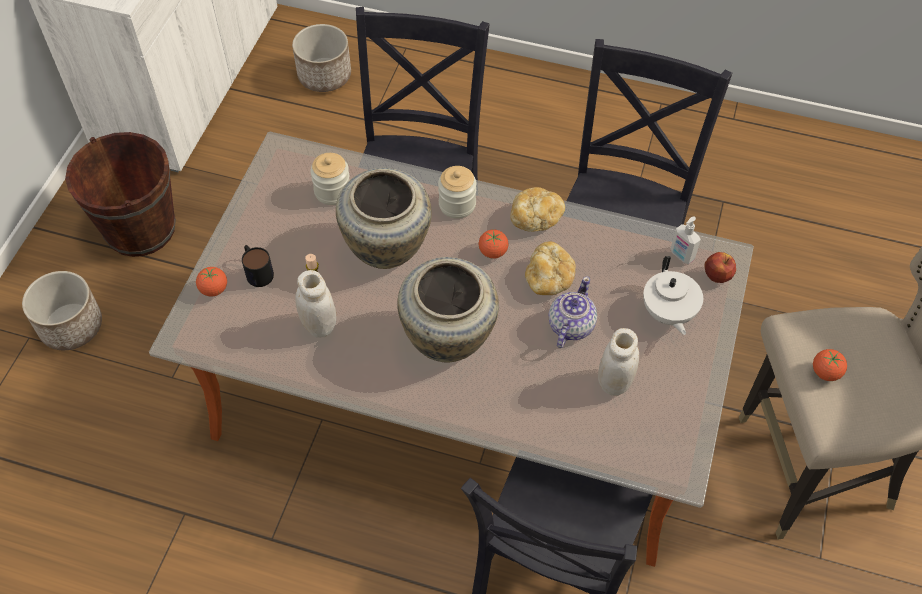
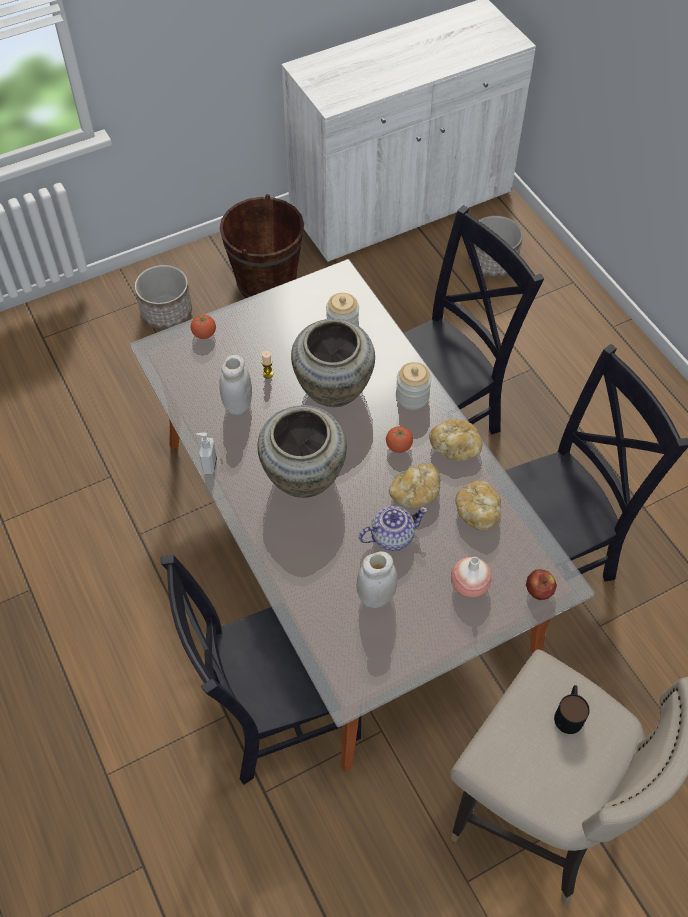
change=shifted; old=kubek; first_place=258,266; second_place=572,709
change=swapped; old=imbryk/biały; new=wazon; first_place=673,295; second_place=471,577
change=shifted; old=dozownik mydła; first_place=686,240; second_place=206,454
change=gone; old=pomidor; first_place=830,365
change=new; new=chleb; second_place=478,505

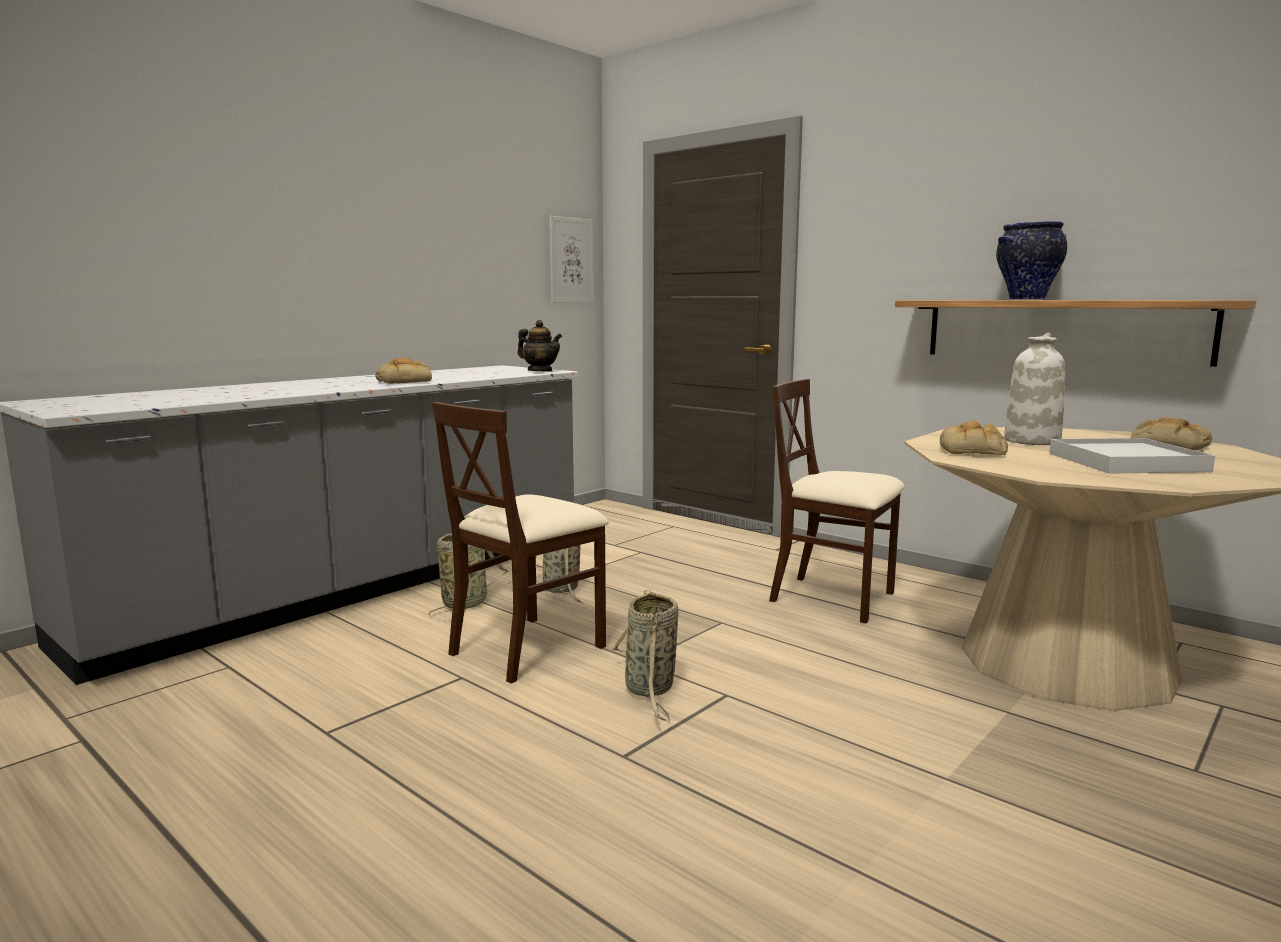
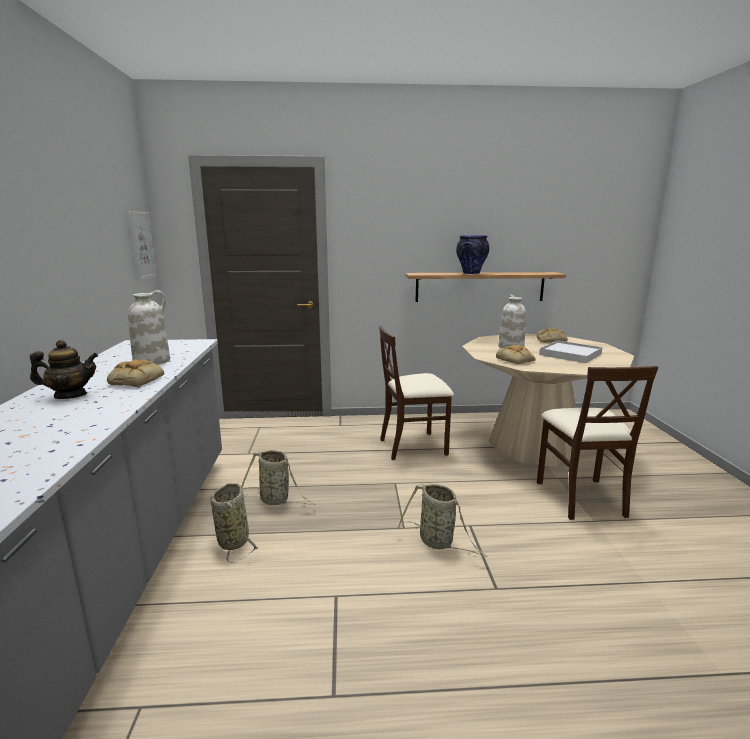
change=shifted; old=krzesło/beżowy; first_place=520,542; second_place=597,443
change=shifted; old=imbryk; first_place=540,346; second_place=64,369
change=new; new=wazon/biały; second_place=149,327

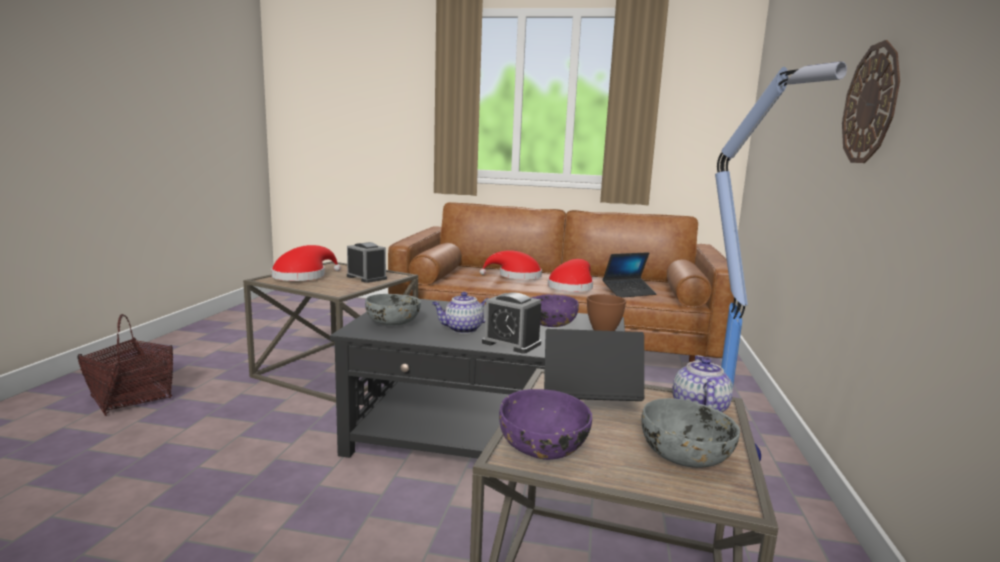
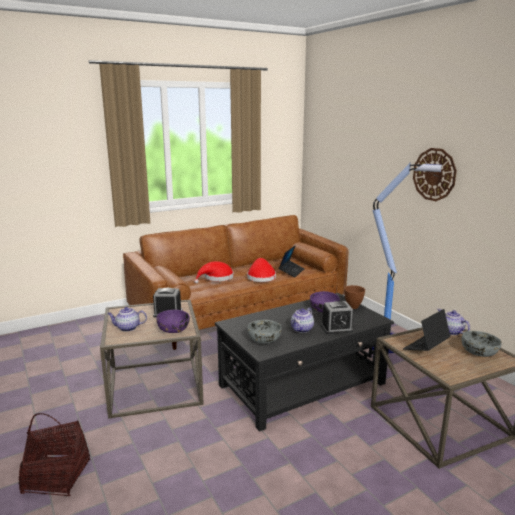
change=swapped; old=kapelusz/czerwony; new=imbryk; first_place=306,263; second_place=127,319
change=shifted; old=miska/fioletowy; first_place=545,424; second_place=173,321

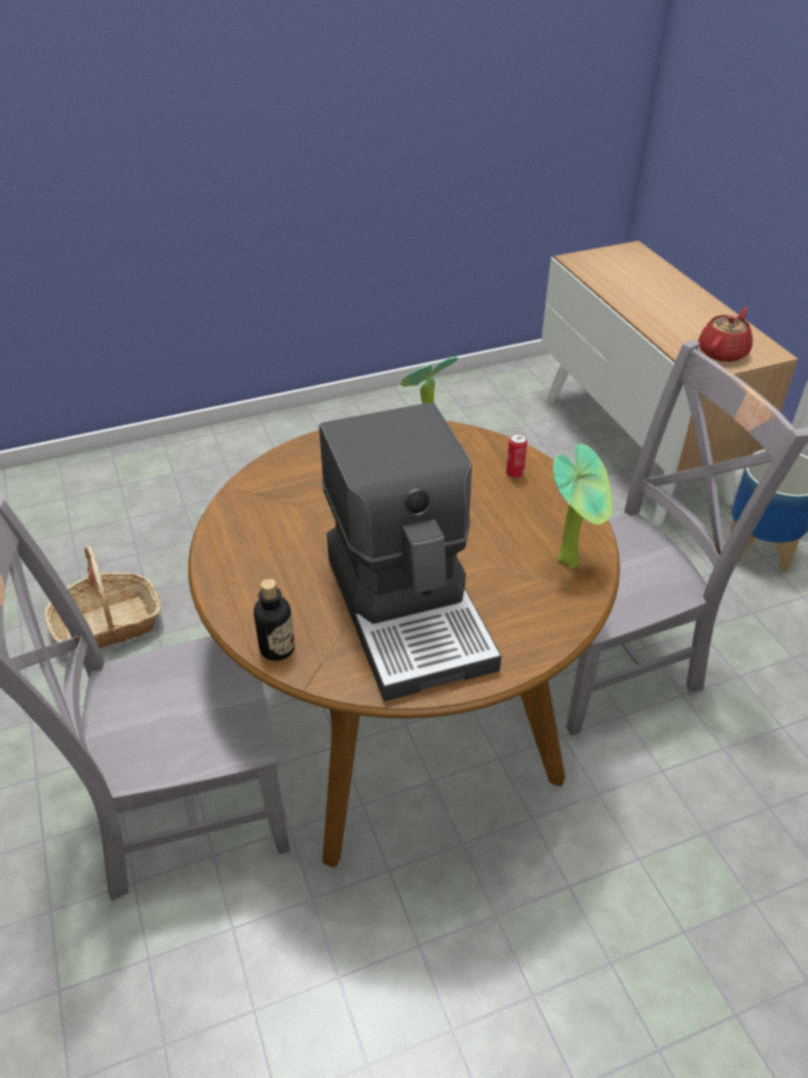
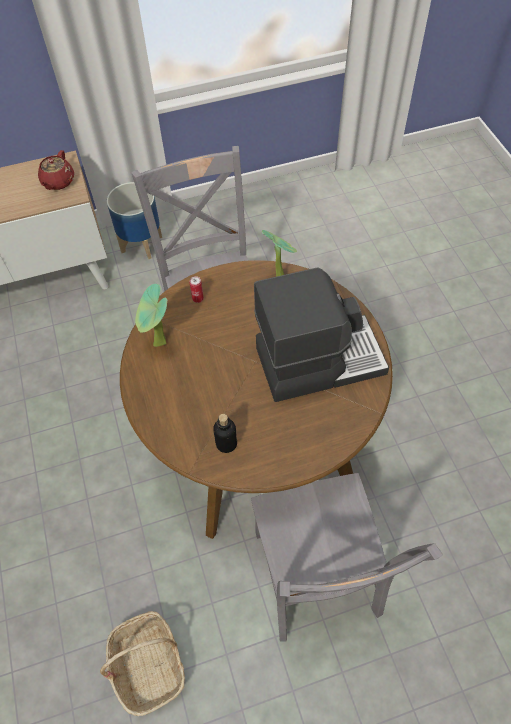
change=shifted; old=butelka; first_place=274,620; second_place=225,433
change=rotated; old=imbryk/czerwony; first_place=725,334; second_place=56,170; degrees=-120

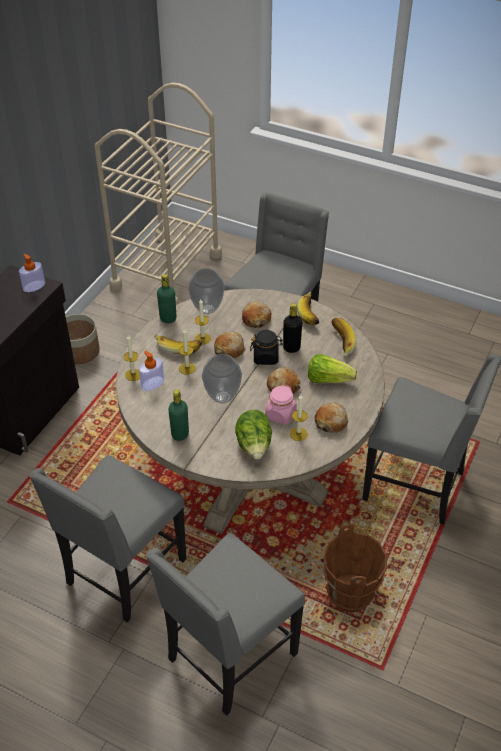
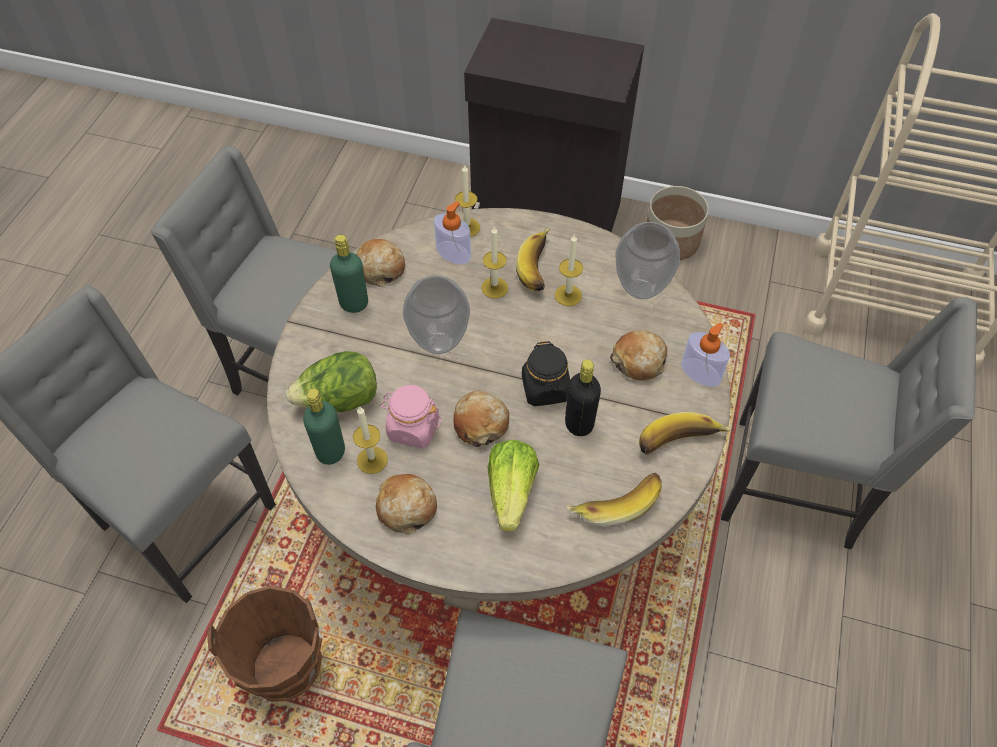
change=shifted; old=dozownik mydła; first_place=32,273; second_place=705,355
change=shifted; old=butelka/zielony; first_place=166,298; second_place=324,426
change=shifted; old=chleb; first_place=230,344; second_place=380,263

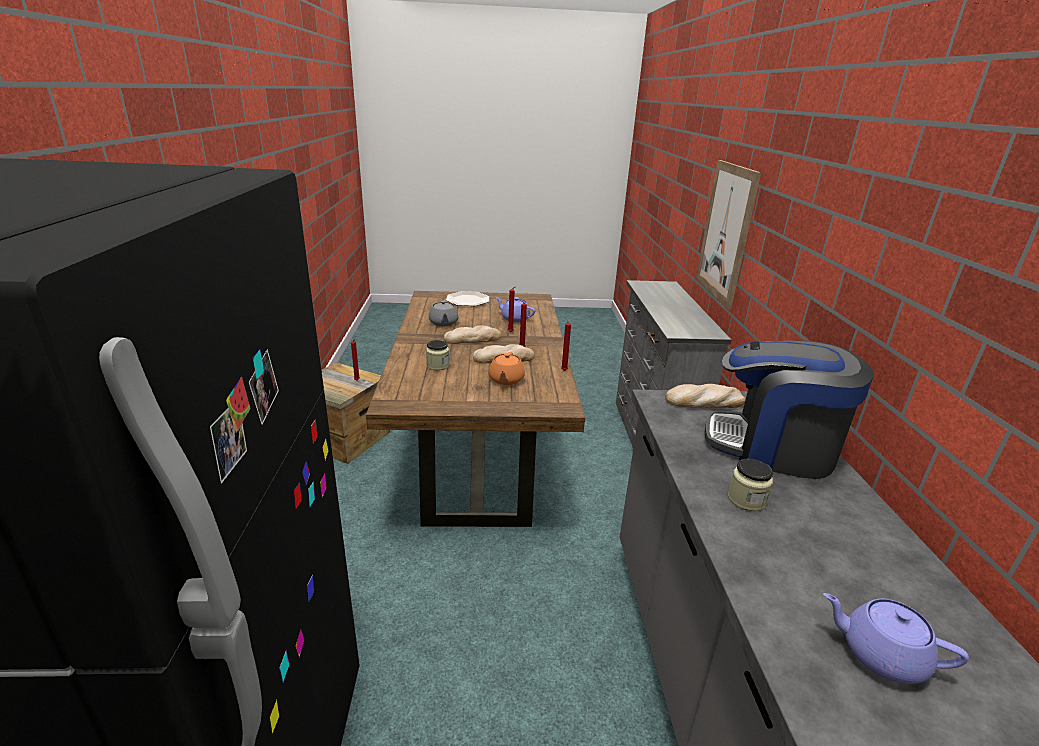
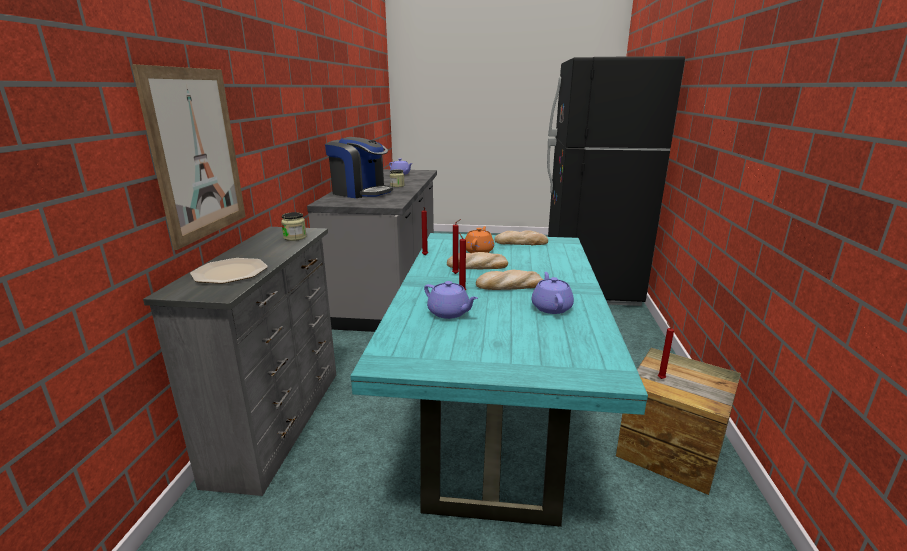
change=repainted; old=stół jadalny/brązowy; new=stół jadalny/turkusowy; first_place=475,409; second_place=499,380
change=shifted; old=słoik; first_place=437,355; second_place=294,226
change=repainted; old=imbryk/szary; new=imbryk/fioletowy; first_place=443,313; second_place=552,293
change=shifted; old=talerz; first_place=467,298; second_place=229,271
change=shifted; old=chleb; first_place=705,396; second_place=521,237

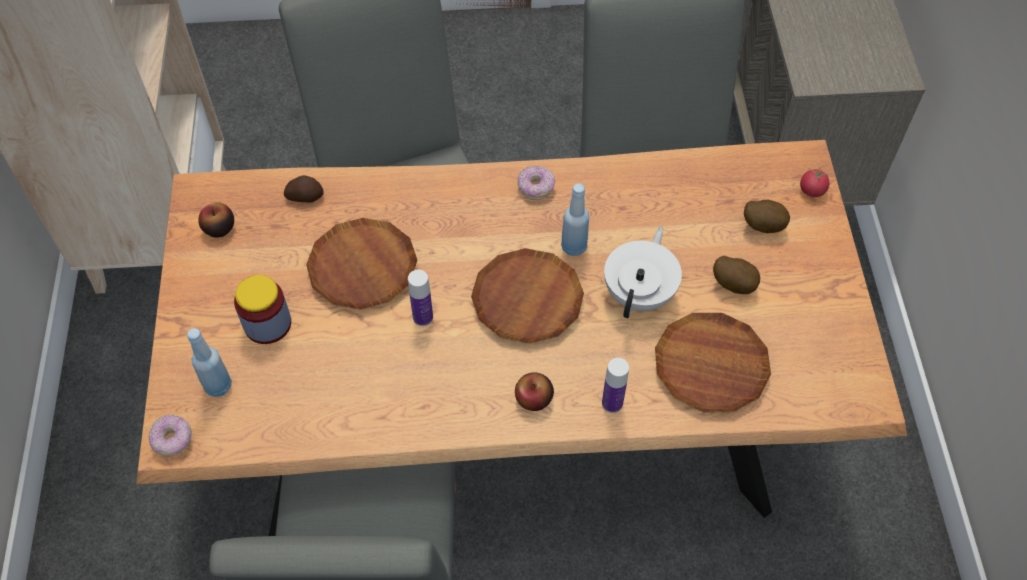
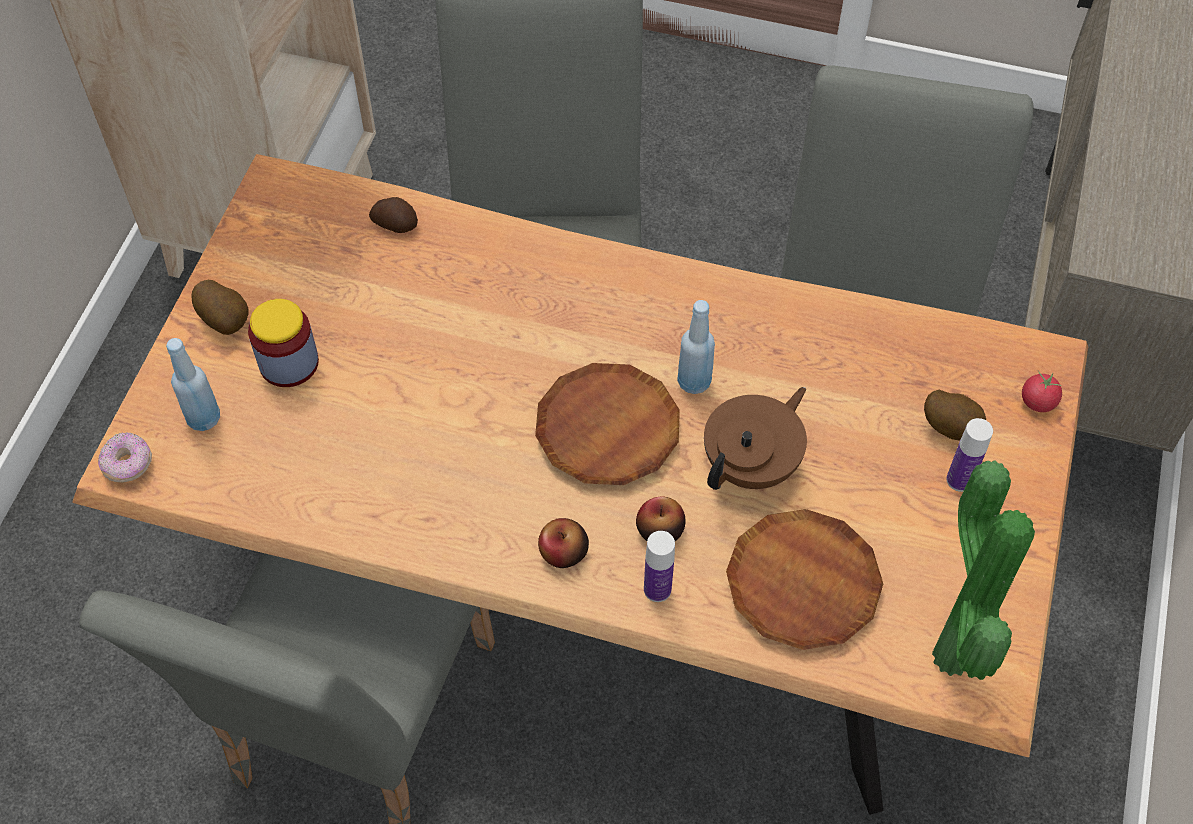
change=shifted; old=jabłko; first_place=216,220; second_place=661,519
change=gone; old=talerz/brązowy; first_place=361,264
change=shifted; old=butelka; first_place=420,298; second_place=969,455
change=gone; old=donut; first_place=536,183
change=repainted; old=imbryk/biały; new=imbryk/brązowy; first_place=643,272; second_place=755,438
change=shifted; old=ziemniak; first_place=736,275; second_place=220,307
change=new; new=roślina doniczkowa; second_place=983,570

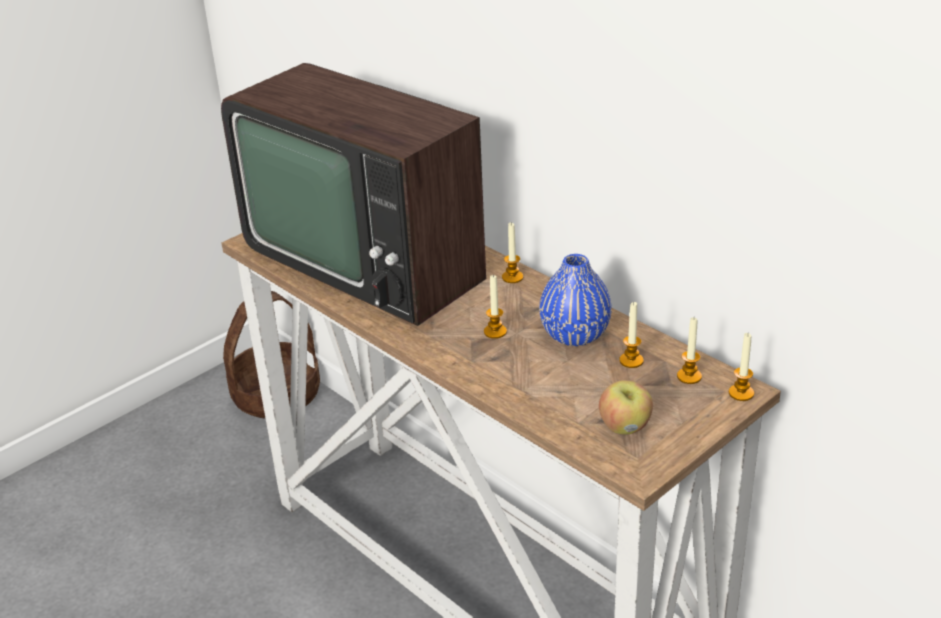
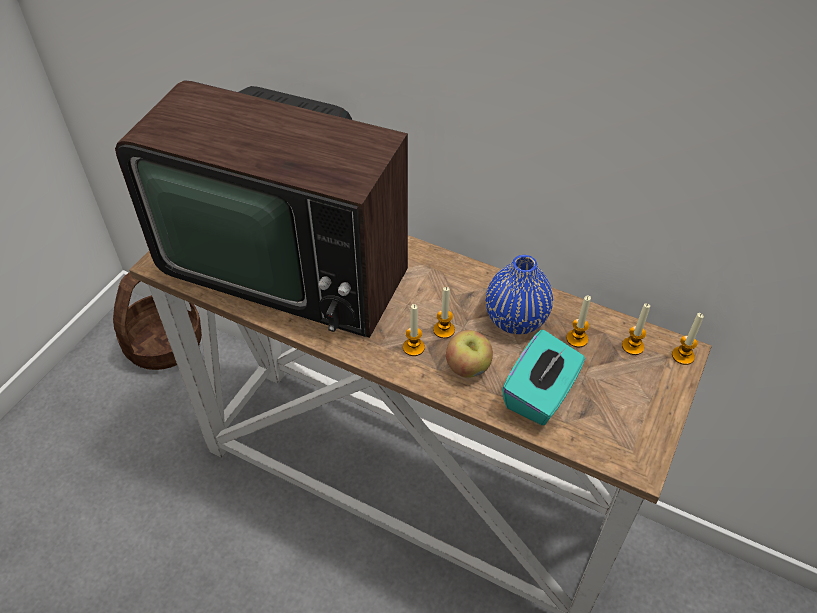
change=shifted; old=świeca; first_place=512,252; second_place=414,330
change=shifted; old=jabłko; first_place=626,407; second_place=469,354
change=new; new=pudełko chusteczek/turkusowy; second_place=543,377

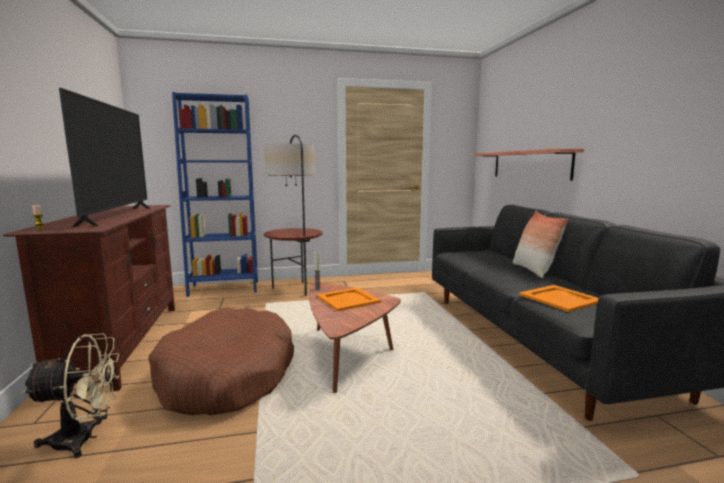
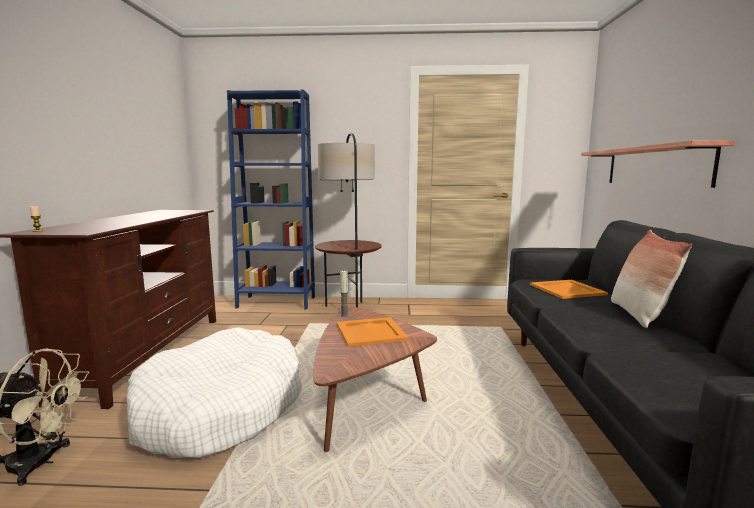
change=gone; old=telewizor; first_place=105,157
change=repainted; old=legowisko/brązowy; new=legowisko/biały; first_place=221,361; second_place=214,392
change=shifted; old=taca/pomarańczowy; first_place=558,298; second_place=569,289

